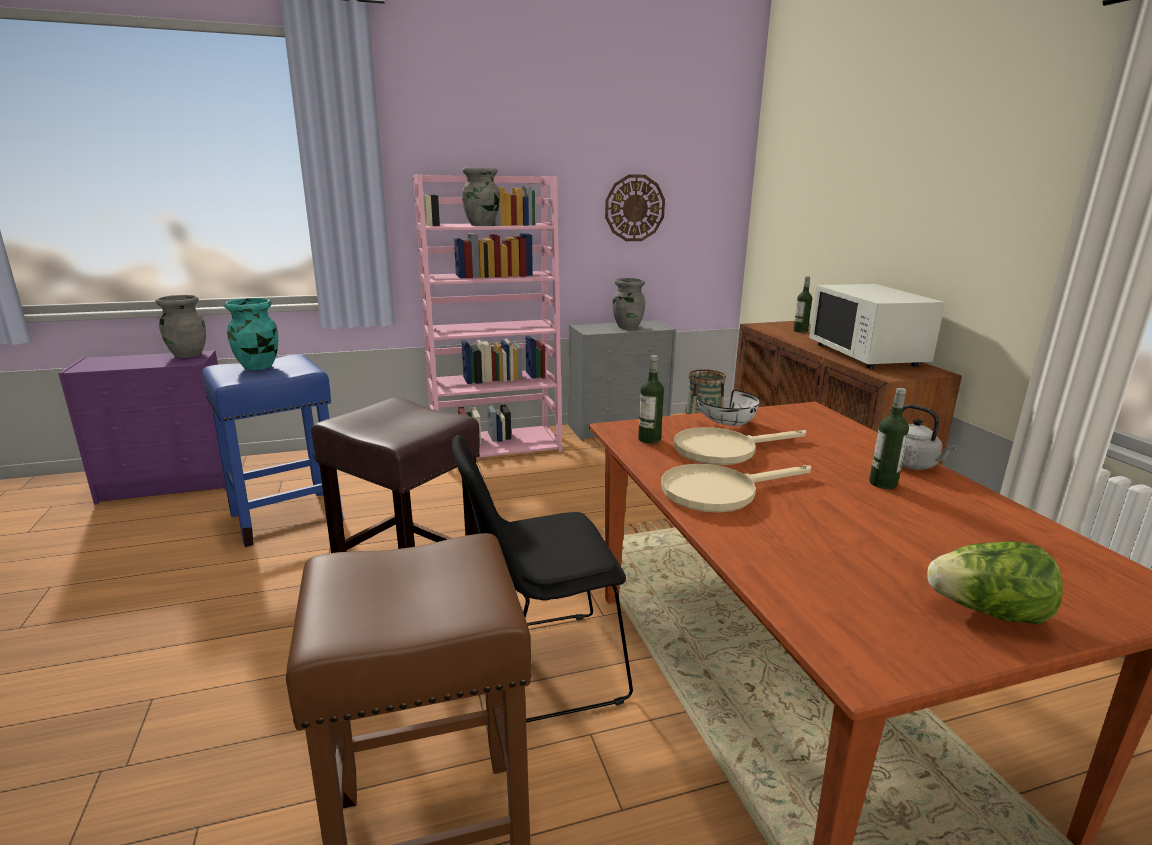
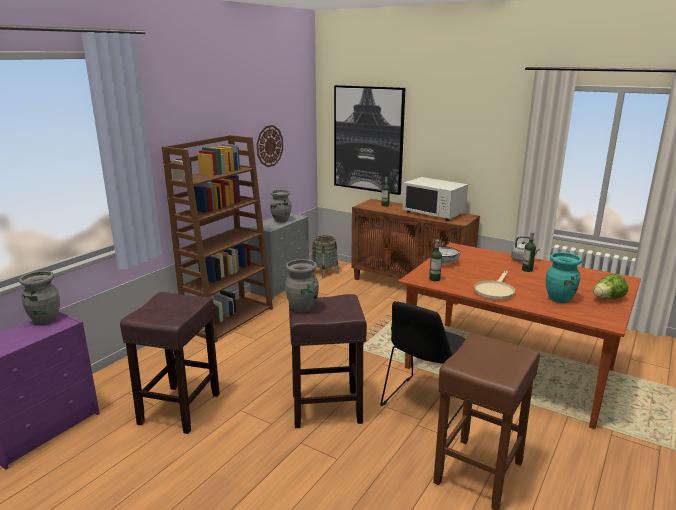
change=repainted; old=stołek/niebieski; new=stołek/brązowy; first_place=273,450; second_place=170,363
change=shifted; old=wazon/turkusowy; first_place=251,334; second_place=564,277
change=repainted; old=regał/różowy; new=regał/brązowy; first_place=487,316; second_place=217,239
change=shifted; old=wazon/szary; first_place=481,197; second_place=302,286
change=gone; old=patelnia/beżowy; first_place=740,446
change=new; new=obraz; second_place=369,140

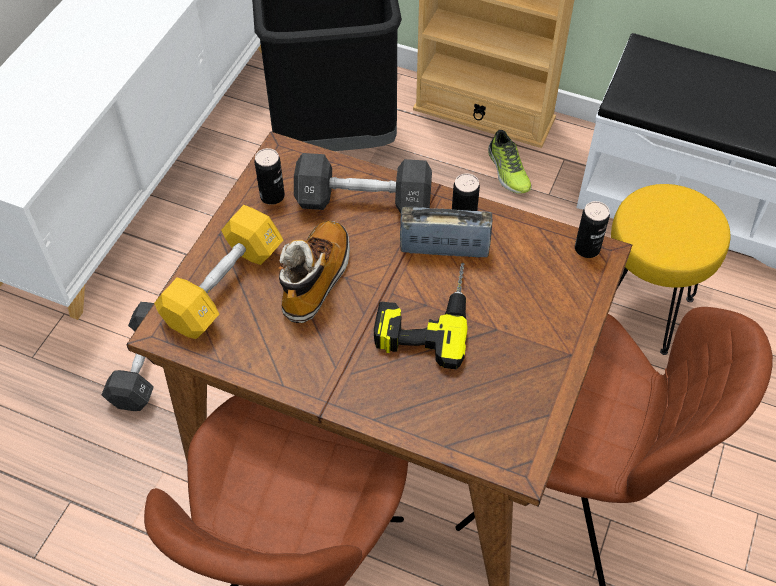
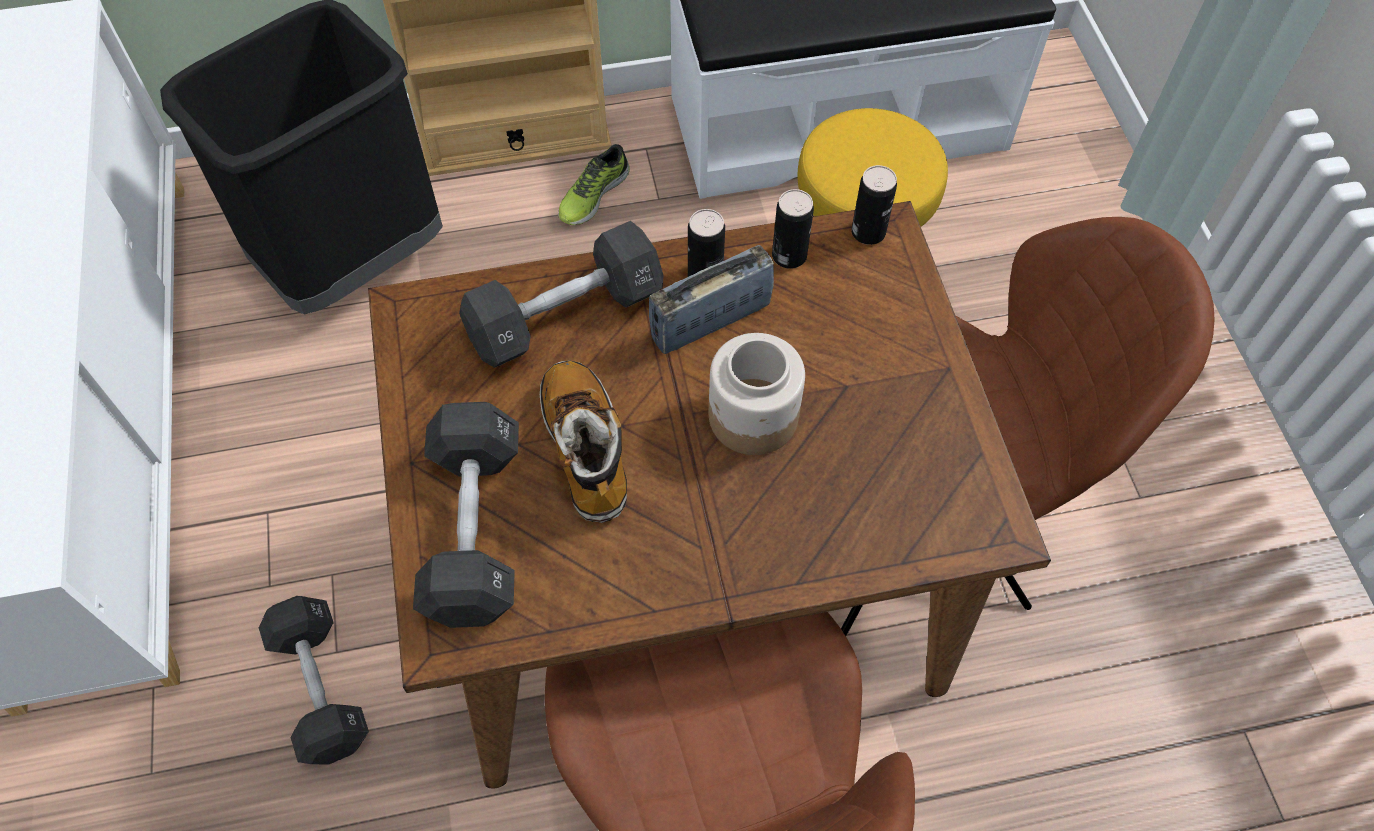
change=repainted; old=hantel/żółty; new=hantel/czarny; first_place=218,272; second_place=466,515
change=shifted; old=puszka; first_place=270,176; second_place=793,229
change=swapped; old=wiertarka; new=słoik; first_place=421,316; second_place=757,394
change=rotated; old=but; first_place=510,162; second_place=594,184; degrees=90

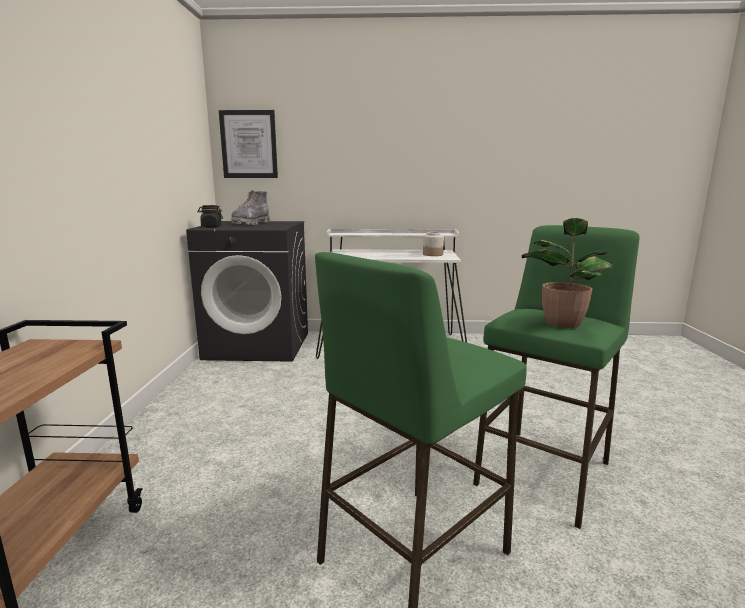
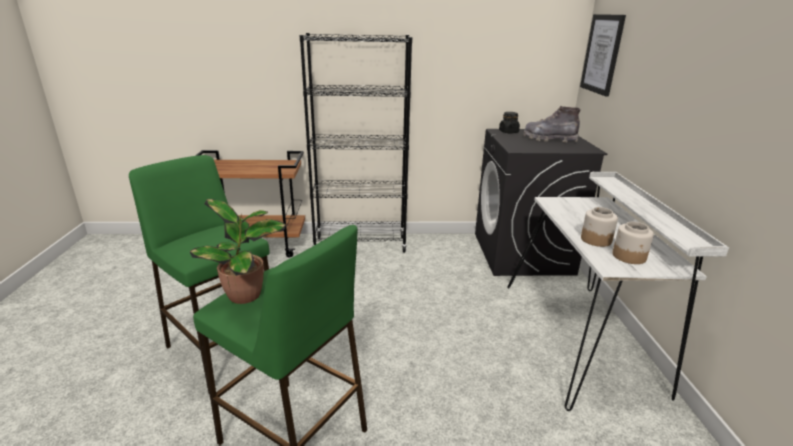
change=new; new=regał/czarny; second_place=356,143
change=new; new=słoik; second_place=599,227

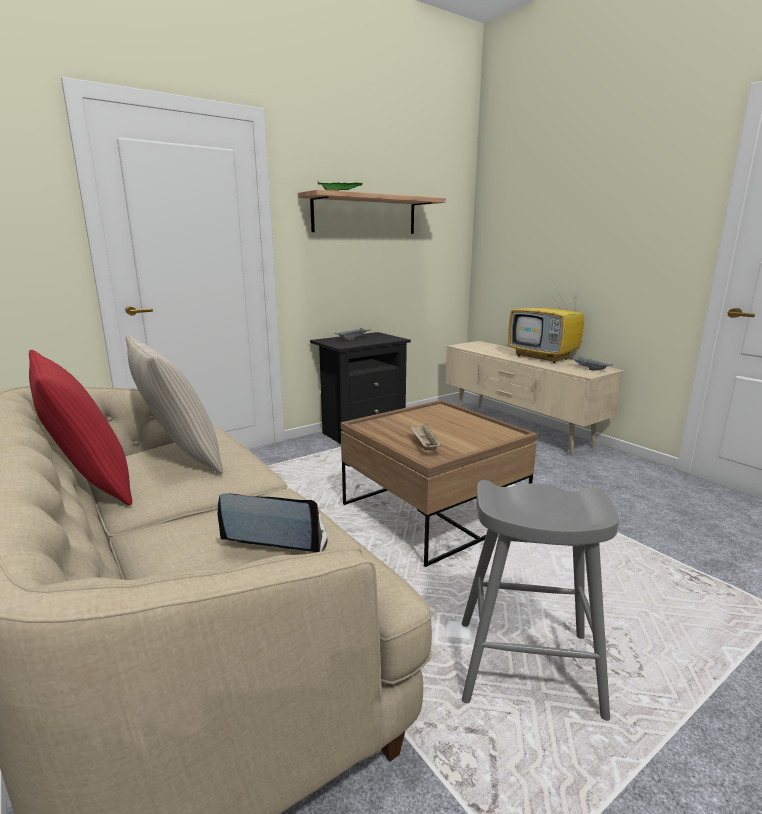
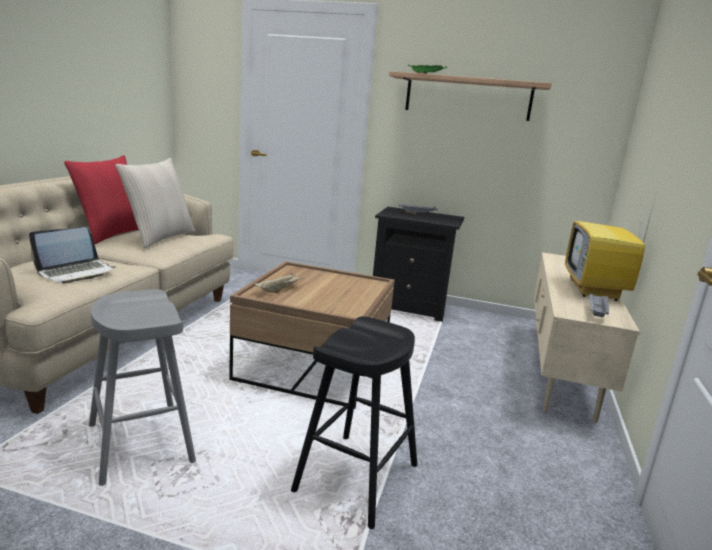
change=rotated; old=laptop; first_place=273,523; second_place=72,255; degrees=75
change=new; new=stołek/czarny; second_place=354,422

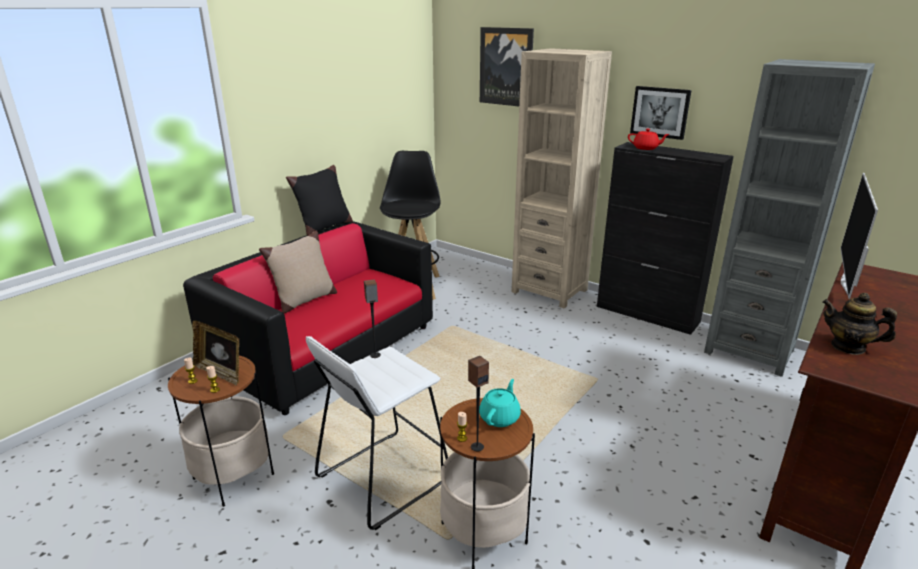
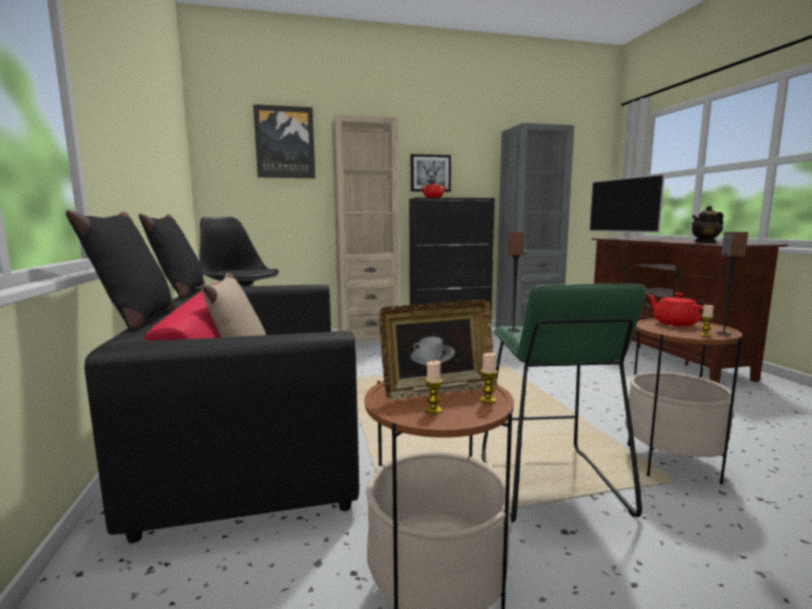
change=repainted; old=stołek/biały; new=stołek/zielony; first_place=377,433; second_place=563,403
change=repainted; old=imbryk/turkusowy; new=imbryk/czerwony; first_place=500,403; second_place=676,309
change=new; new=poduszka/czarny; second_place=120,270

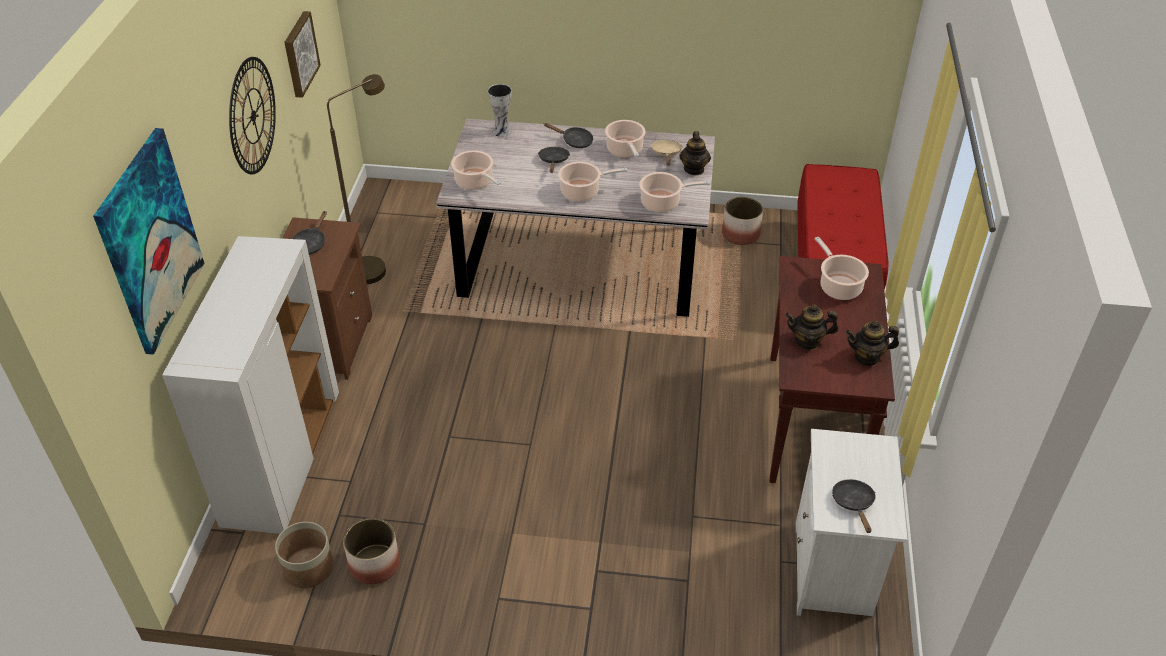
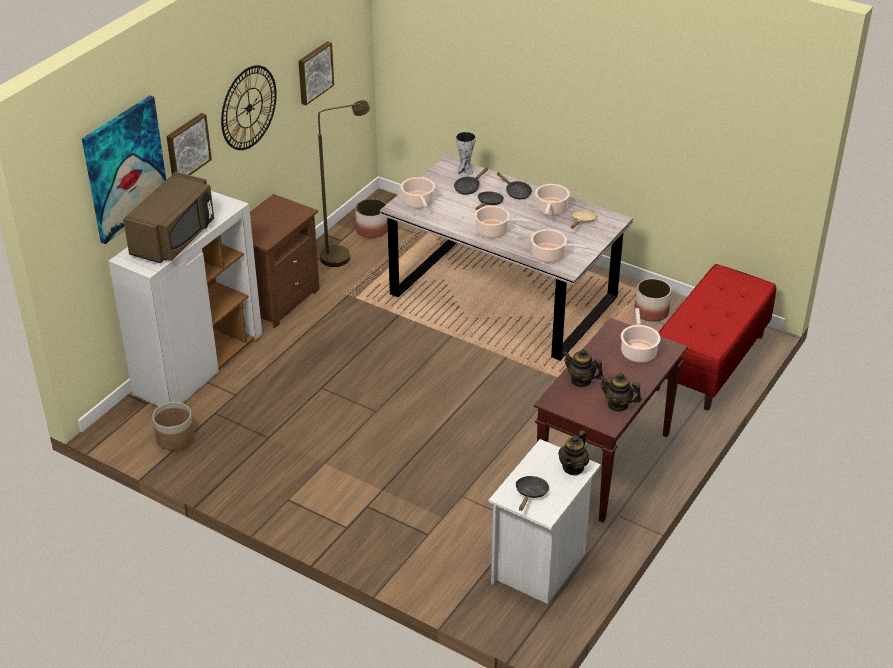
change=shifted; old=patelnia/czarny; first_place=309,232; second_place=471,181
change=shifted; old=donica; first_place=371,551; second_place=371,218
change=shifted; old=imbryk; first_place=695,153; second_place=573,452
change=new; new=mikrofalówka/brązowy; second_place=168,217
change=new; new=obraz; second_place=189,144

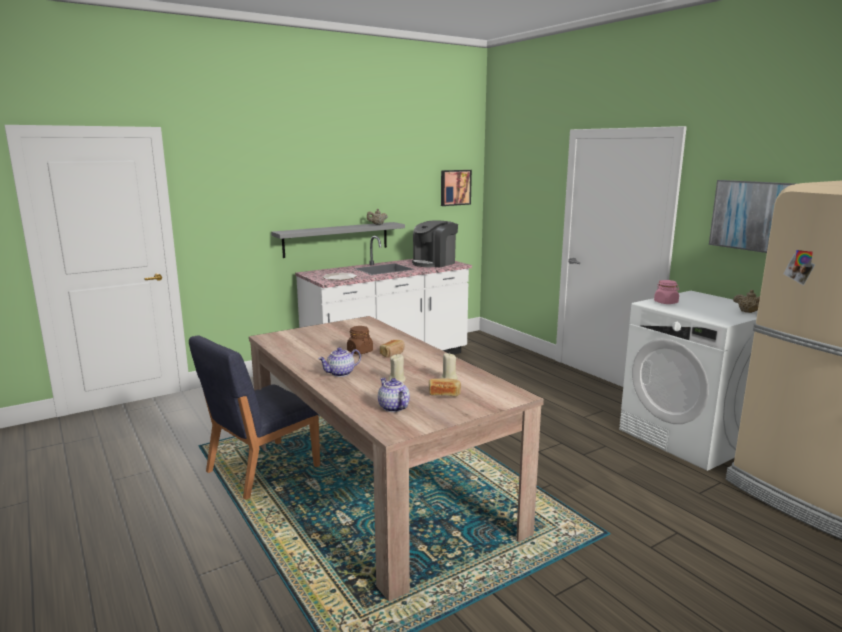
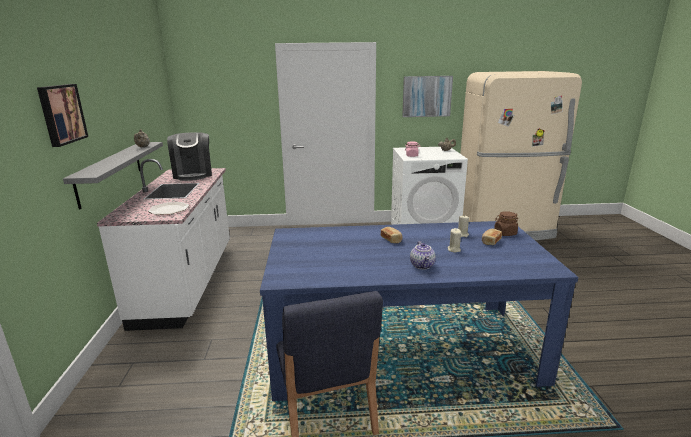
change=repainted; old=stół jadalny/beżowy; new=stół jadalny/niebieski; first_place=396,458; second_place=419,311
change=shifted; old=słoik/brązowy; first_place=360,340; second_place=506,223
change=gone; old=imbryk; first_place=394,395
change=shifted; old=obraz; first_place=456,188; second_place=62,115

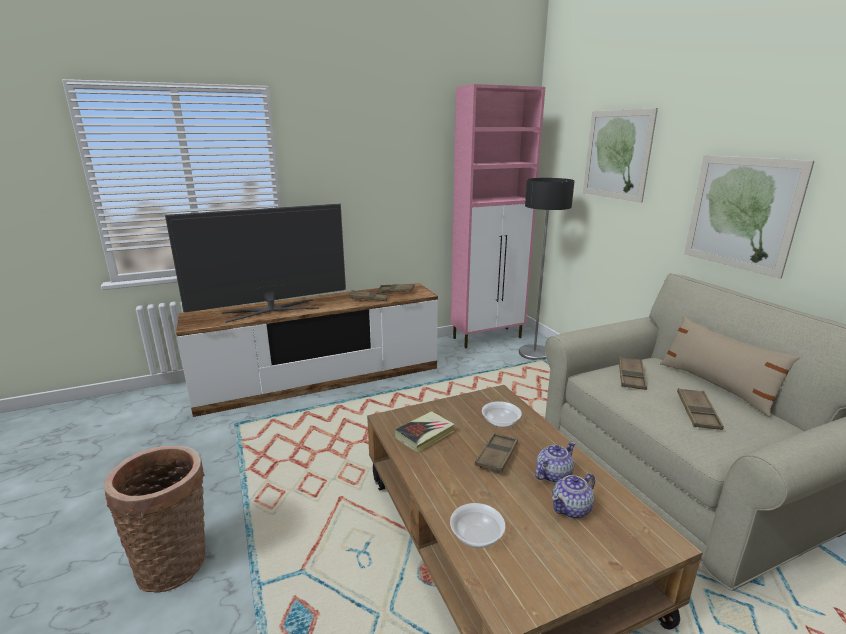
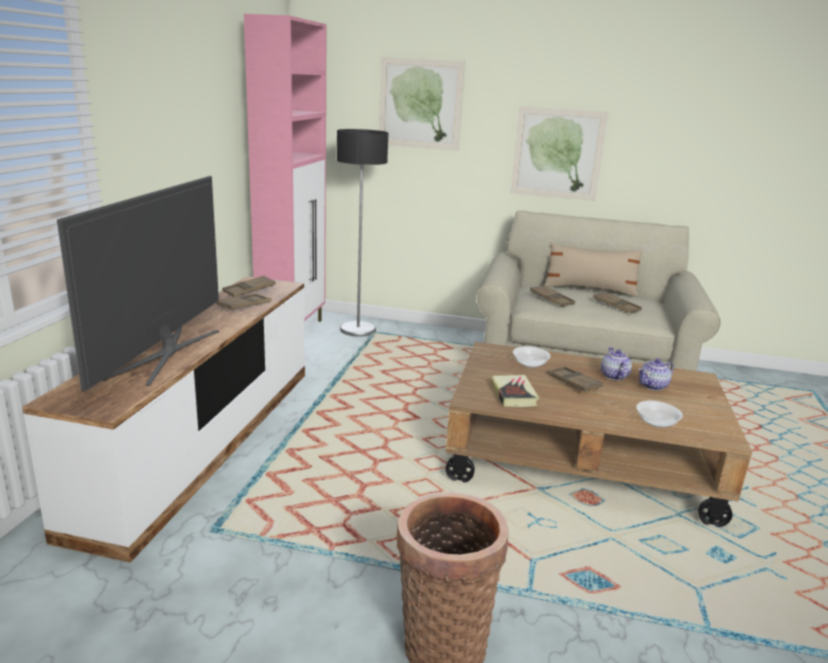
change=rotated; old=imbryk; first_place=573,496; second_place=656,375; degrees=60

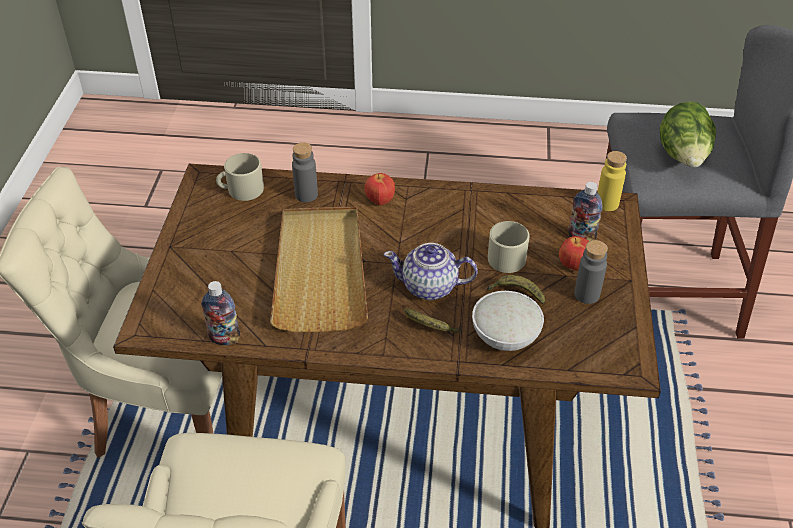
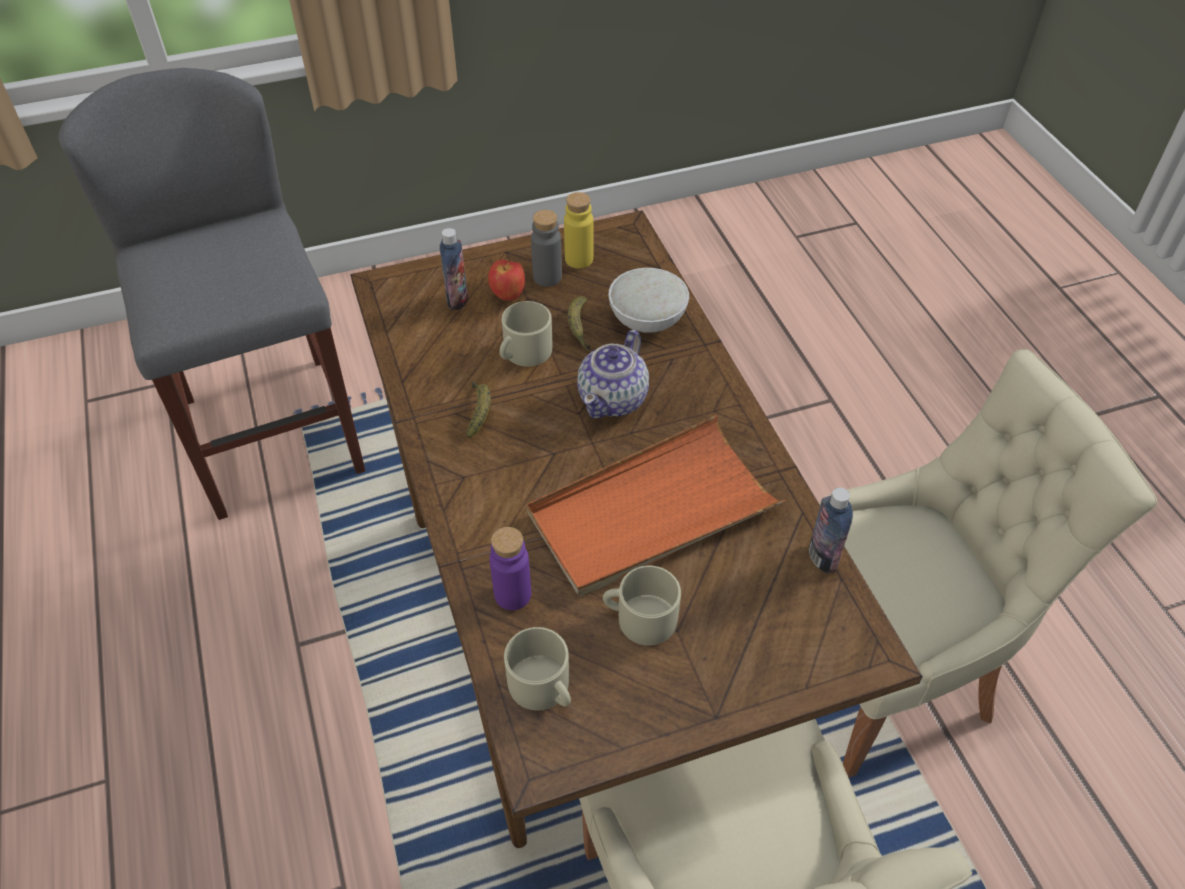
change=repainted; old=taca/beżowy; new=taca/pomarańczowy; first_place=319,269; second_place=656,505
change=repainted; old=butelka/szary; new=butelka/fioletowy; first_place=305,172; second_place=510,568
change=gone; old=jabłko; first_place=380,189
change=rotated; old=imbryk; first_place=431,271; second_place=613,374; degrees=45
change=shifted; old=banan; first_place=432,320; second_place=478,410
change=shifted; old=butelka/żółty; first_place=612,181; second_place=579,230
change=gone; old=sałata; first_place=688,134
change=new; new=kubek/beżowy; second_place=642,606

